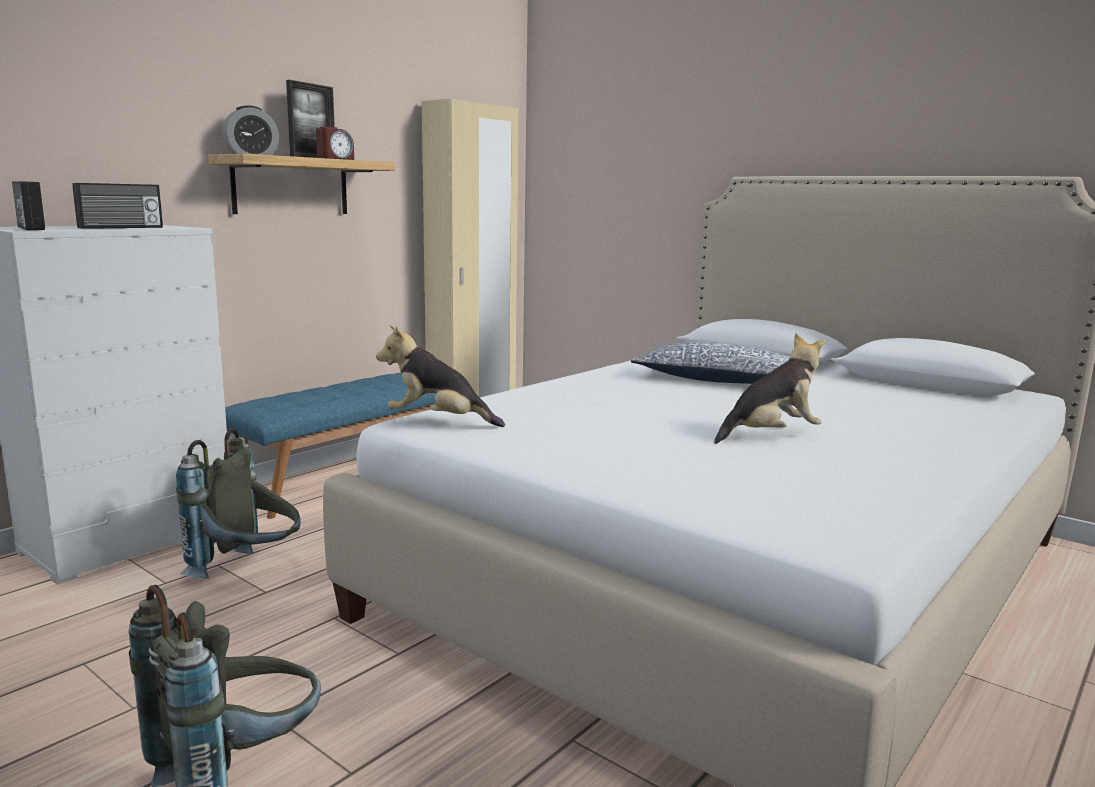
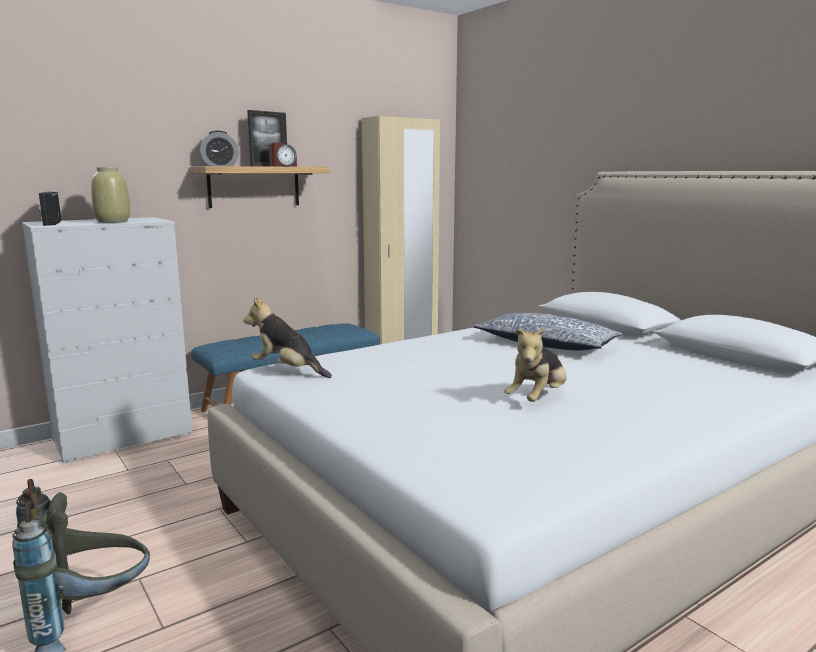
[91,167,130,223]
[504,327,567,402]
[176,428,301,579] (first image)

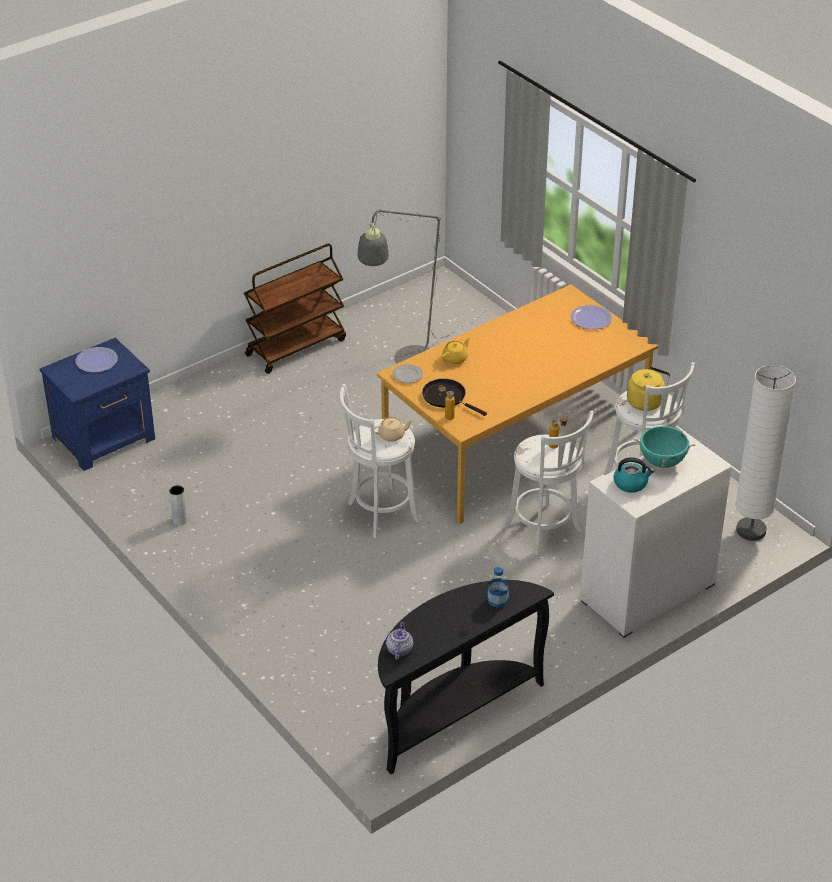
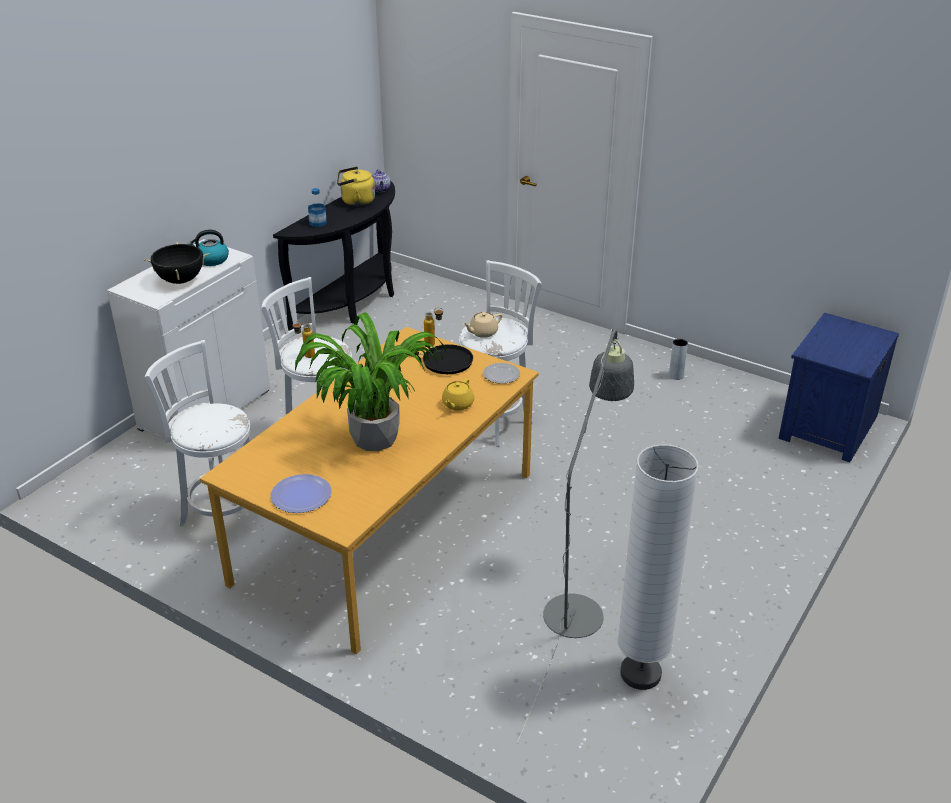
[244,243,346,374] (first image)
[75,347,118,373] (first image)
[618,444,699,690]
[337,166,375,206]
[144,242,209,284]
[295,312,446,451]

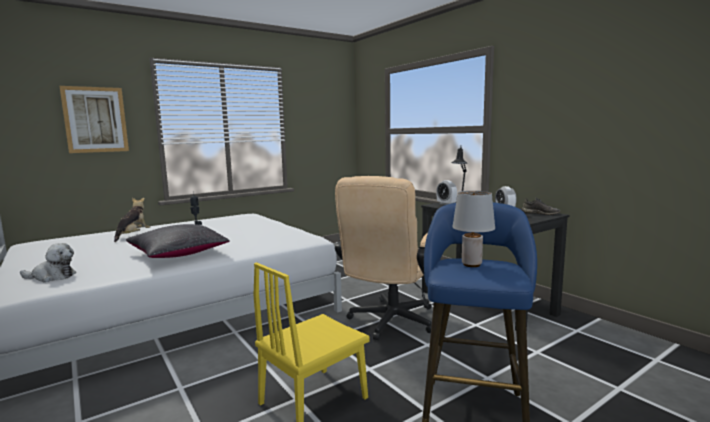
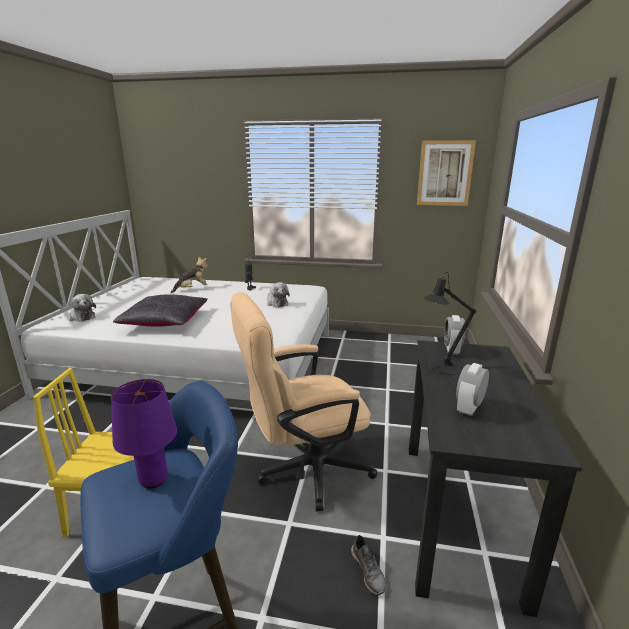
[417,140,476,206]
[111,379,177,489]
[351,535,386,595]
[267,282,290,307]

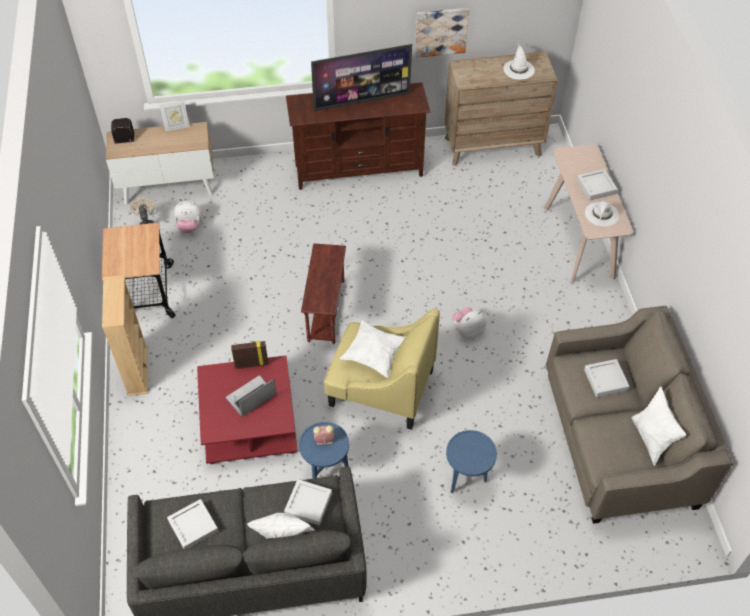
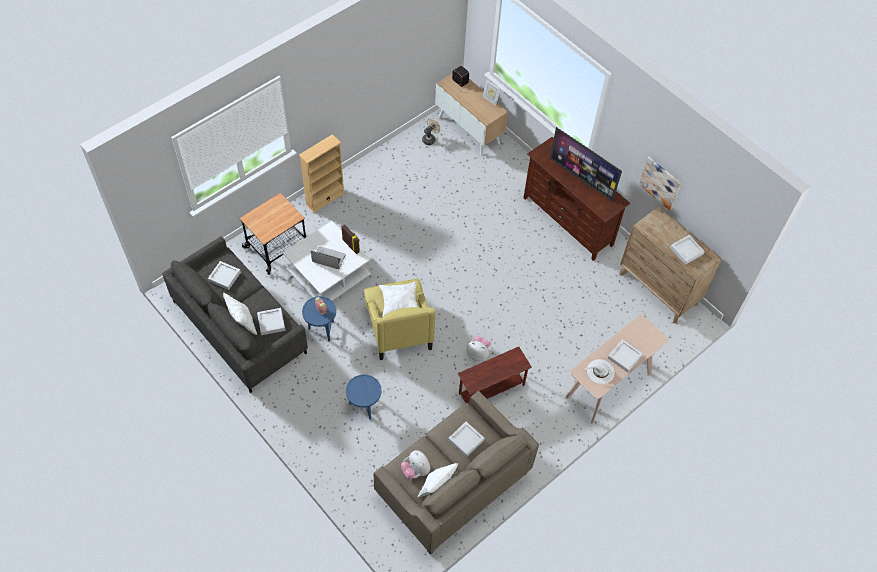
[670,235,705,265]
[401,450,430,479]
[239,193,306,275]
[458,347,532,404]
[283,221,371,301]

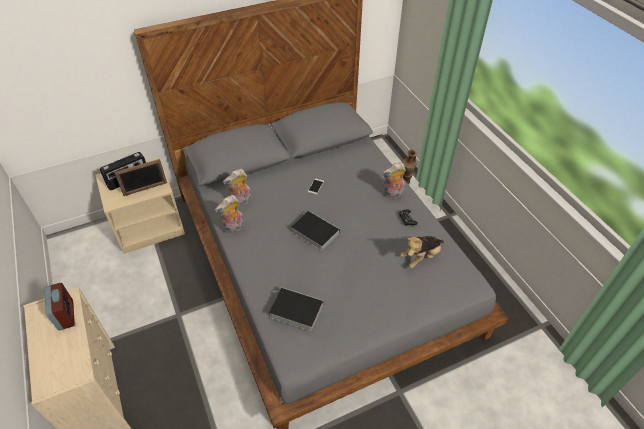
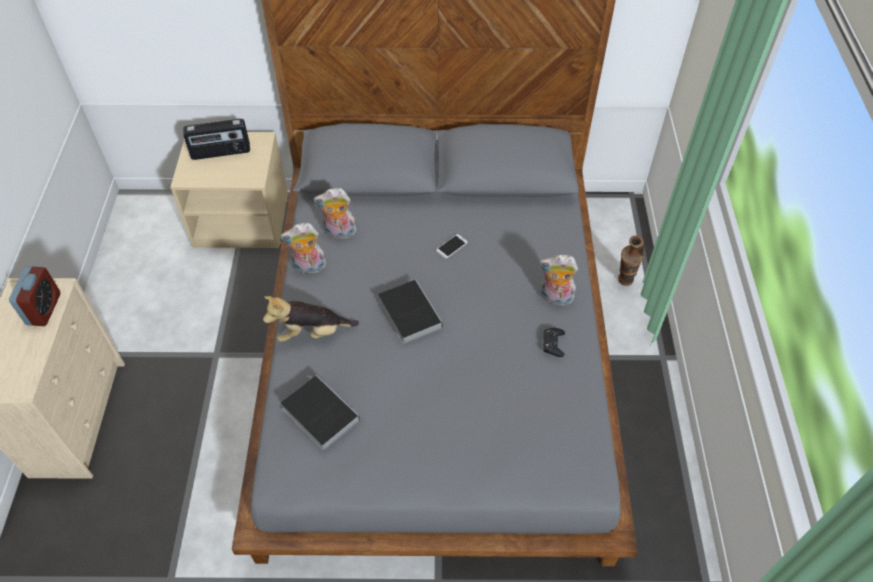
[114,159,167,196] (first image)
[263,296,359,342]

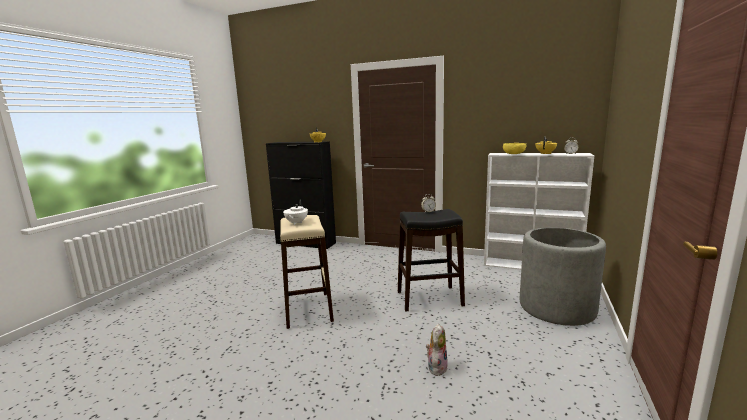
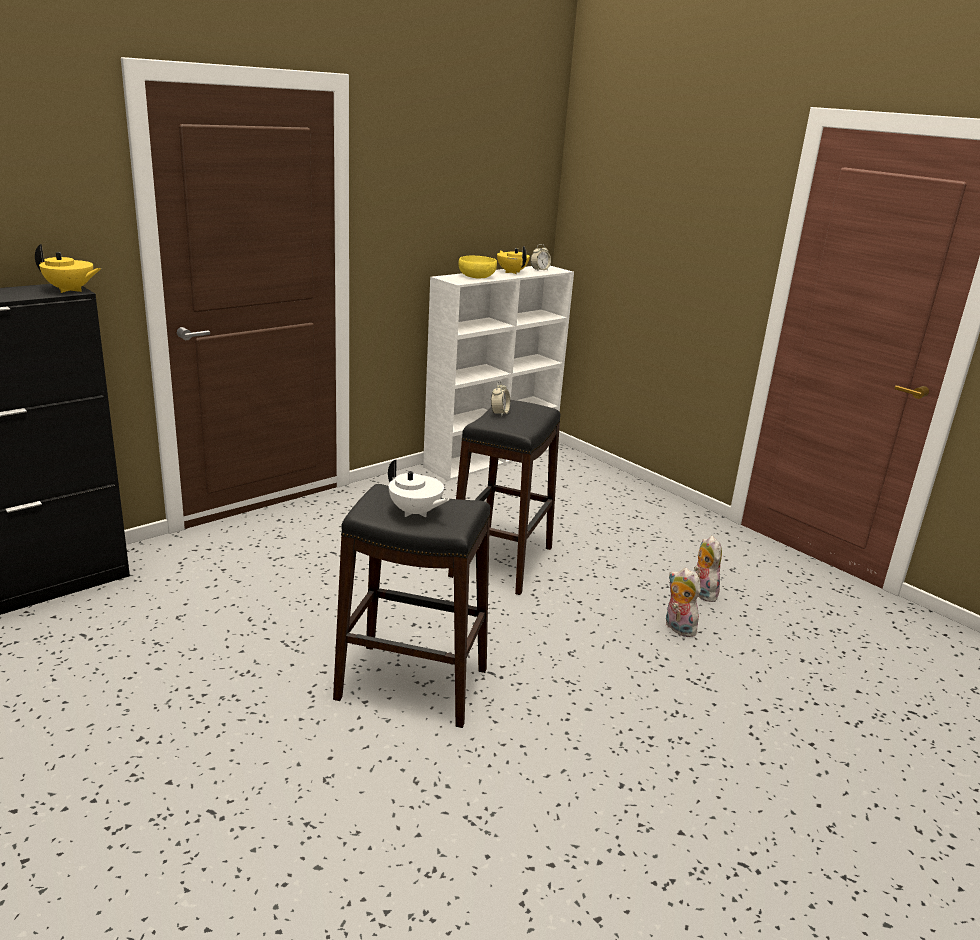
[333,484,490,728]
[520,227,606,326] (first image)
[694,536,722,602]

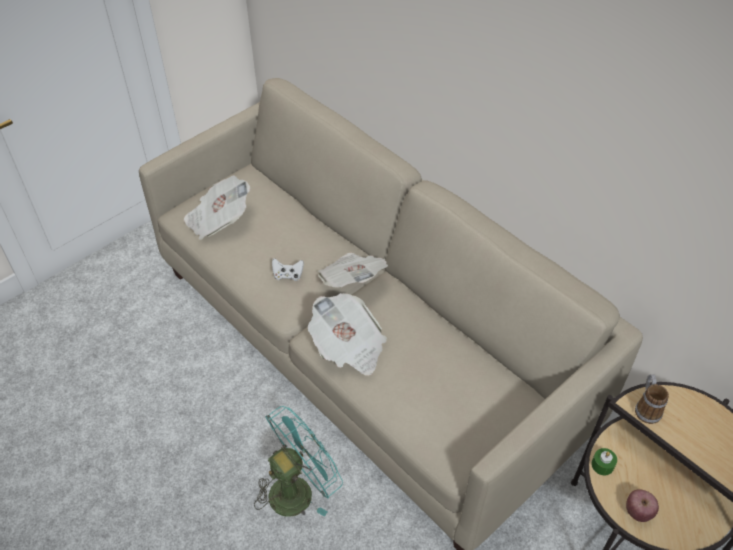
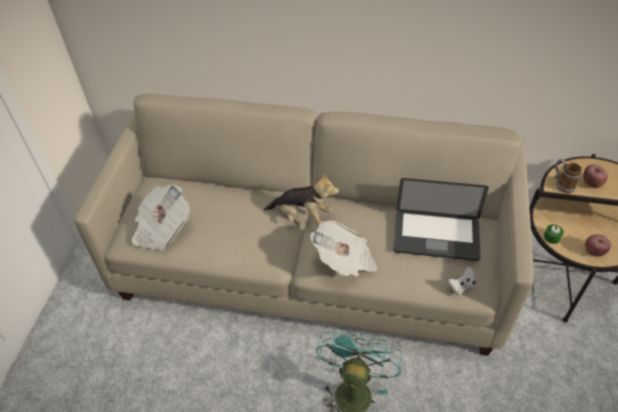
[264,172,339,225]
[447,267,476,295]
[583,165,608,188]
[394,178,489,261]

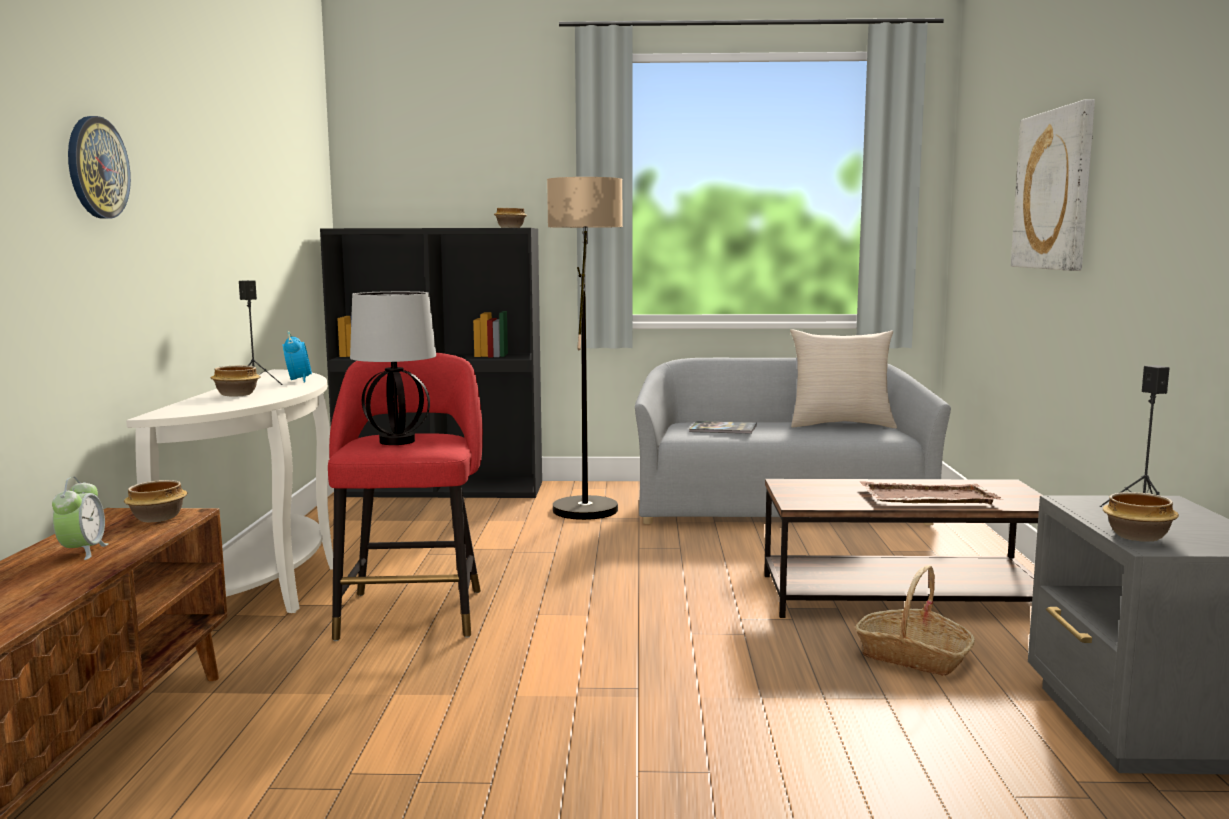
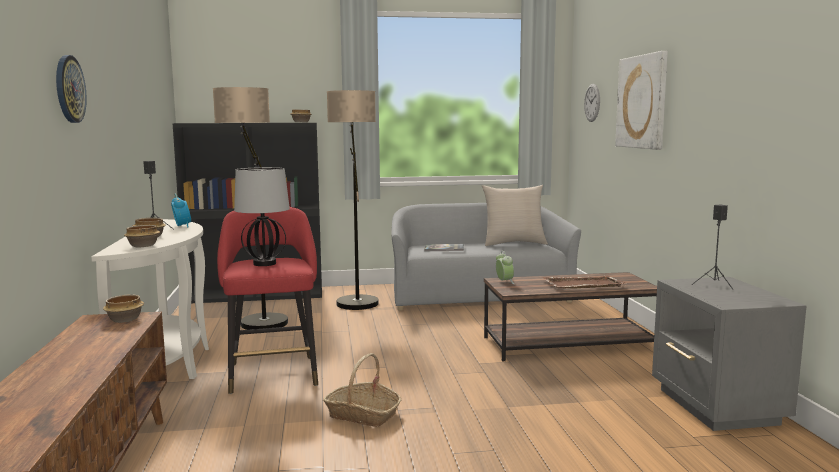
[496,251,514,284]
[124,225,160,247]
[323,353,401,427]
[584,84,600,122]
[213,87,288,330]

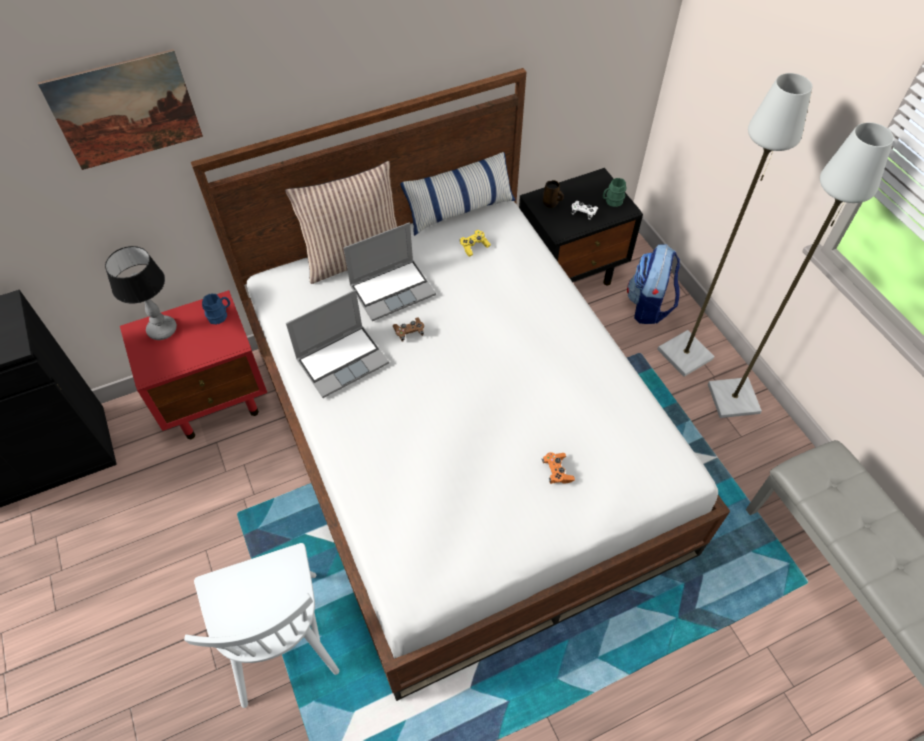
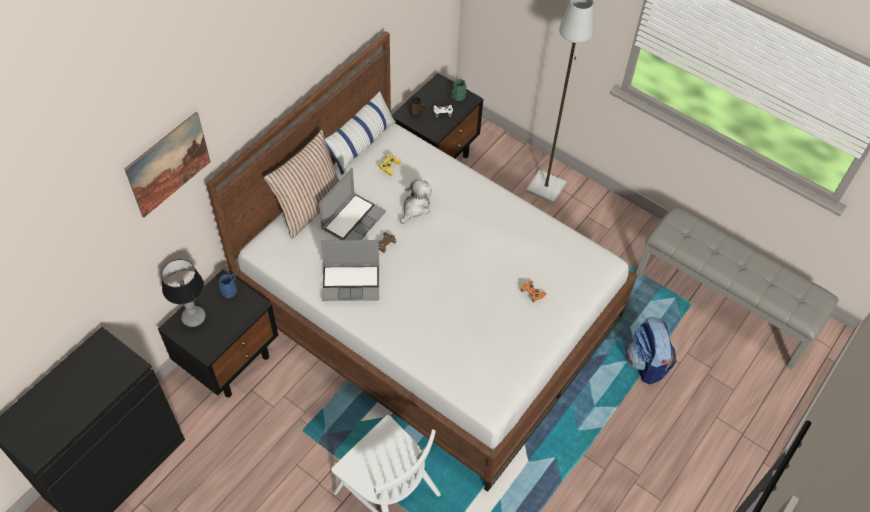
[708,122,894,418] (first image)
[627,317,676,384]
[158,269,278,397]
[320,240,379,301]
[400,179,432,224]

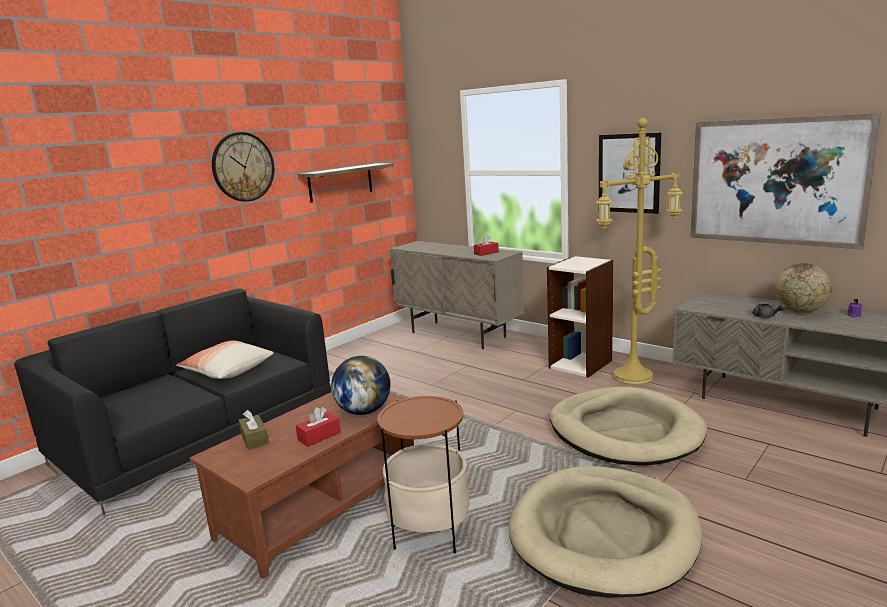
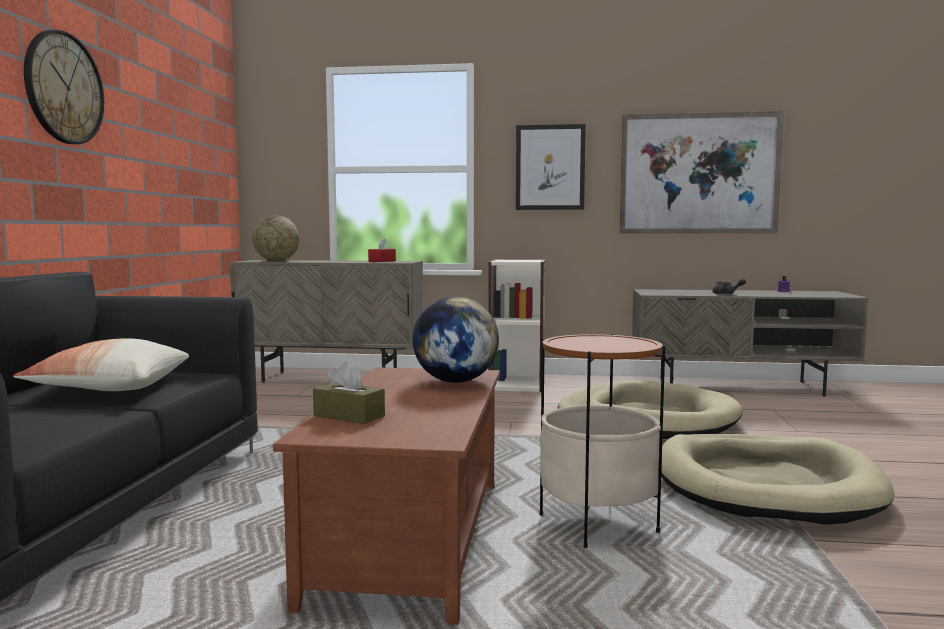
[596,118,683,385] (first image)
[298,163,394,202] (first image)
[252,215,300,261]
[296,407,341,447] (first image)

